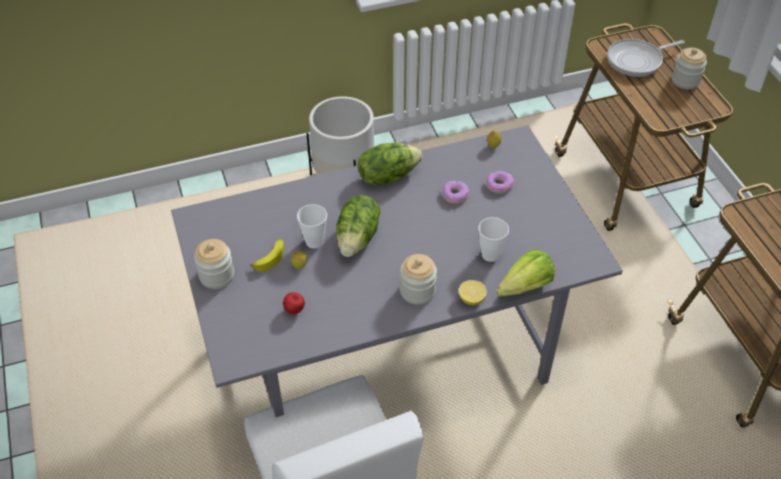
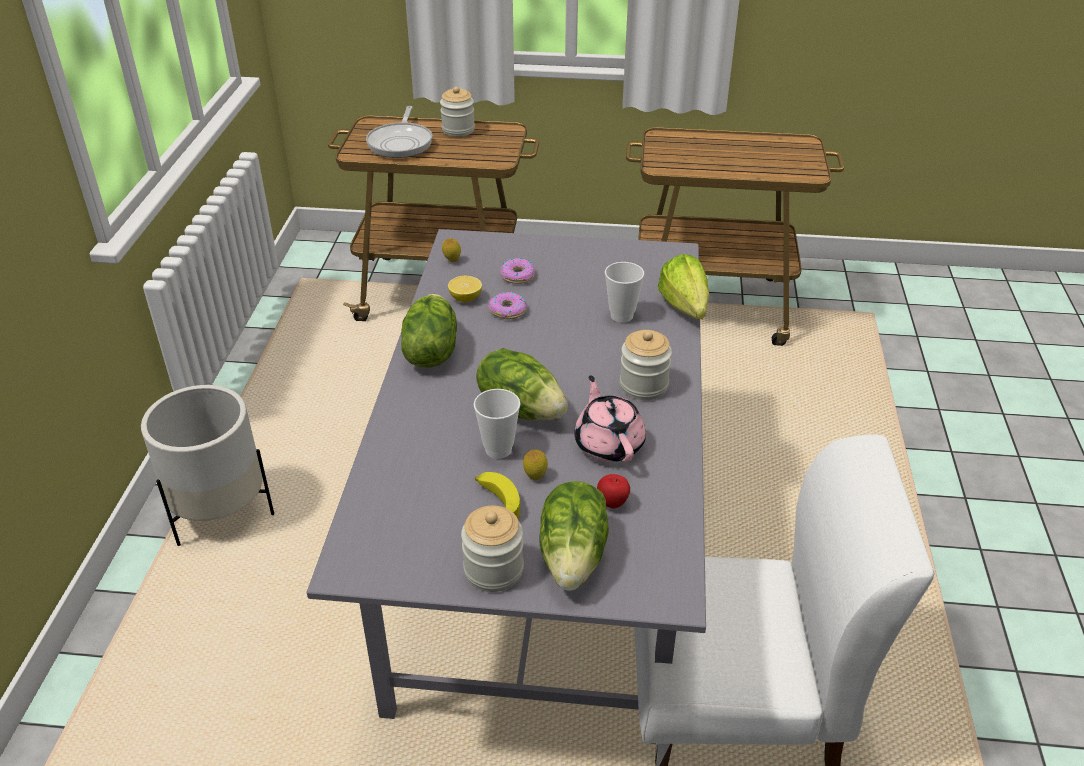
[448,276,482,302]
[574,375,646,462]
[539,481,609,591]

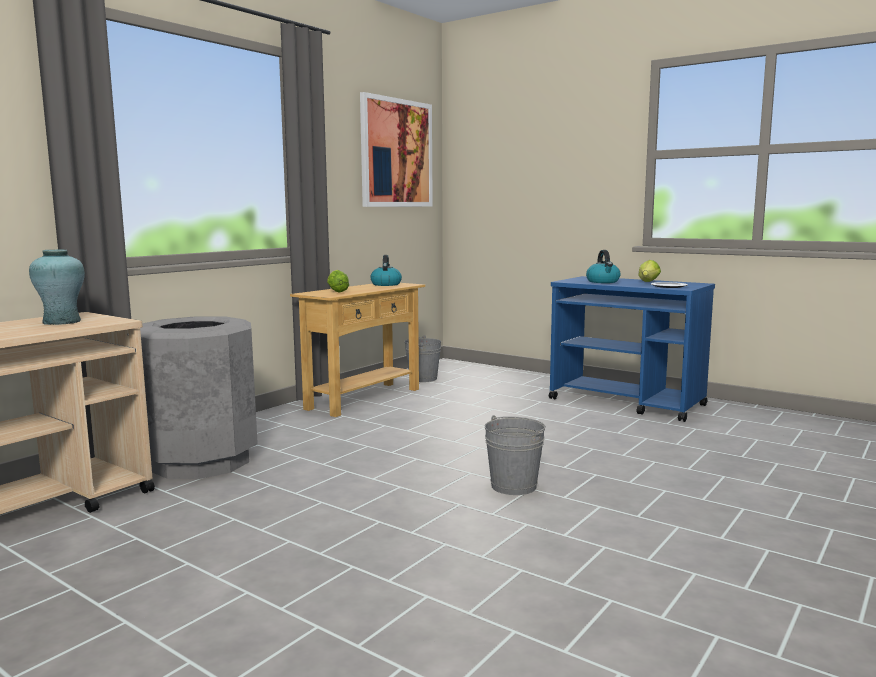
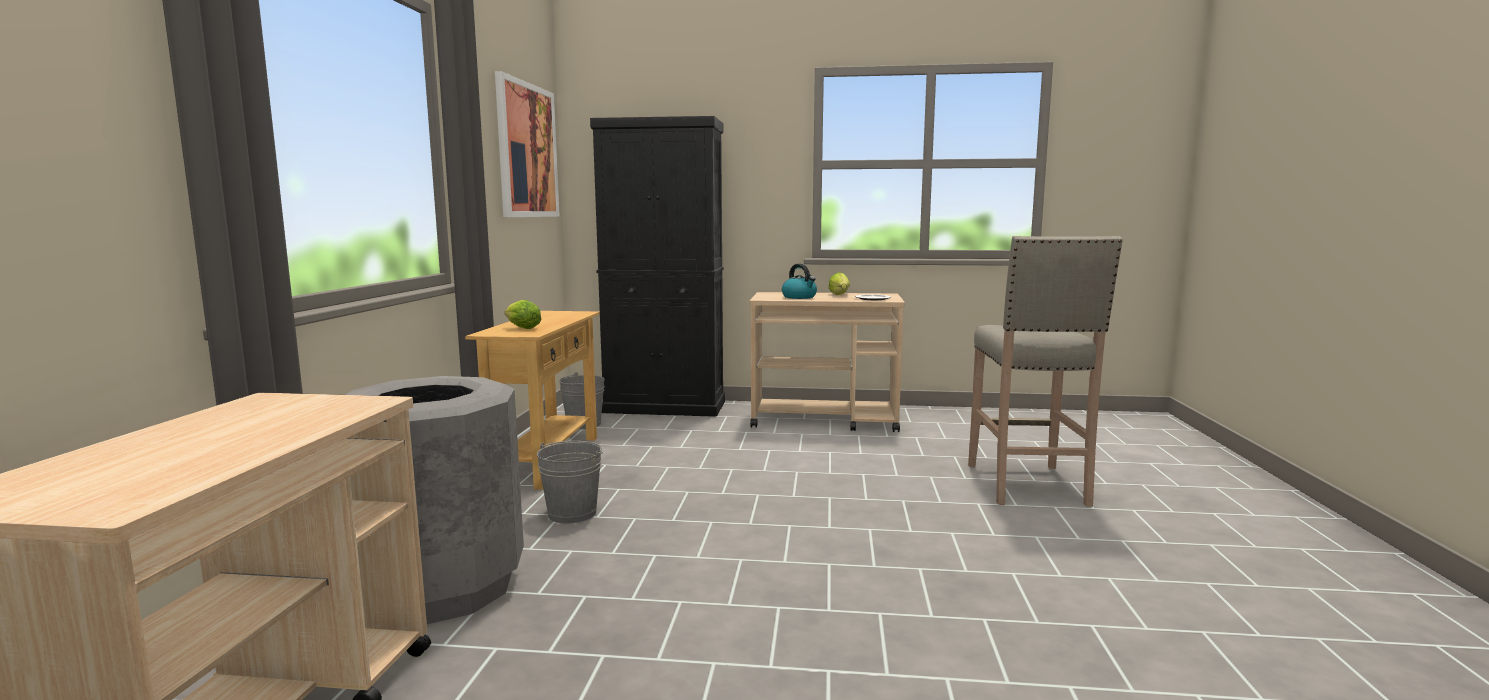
[29,250,85,325] (first image)
[370,255,402,286] (first image)
[750,292,905,432]
[537,441,603,523]
[590,116,725,417]
[968,236,1123,507]

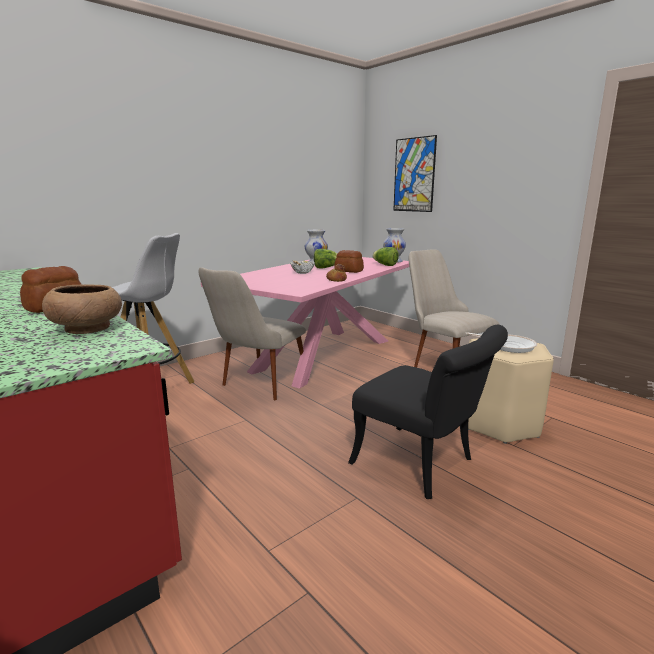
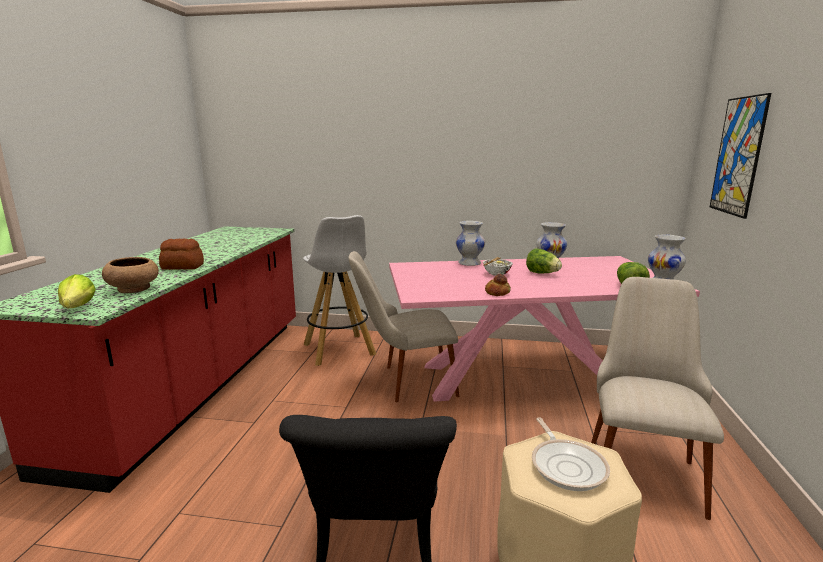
[334,250,364,273] (first image)
[456,221,485,266]
[58,274,96,308]

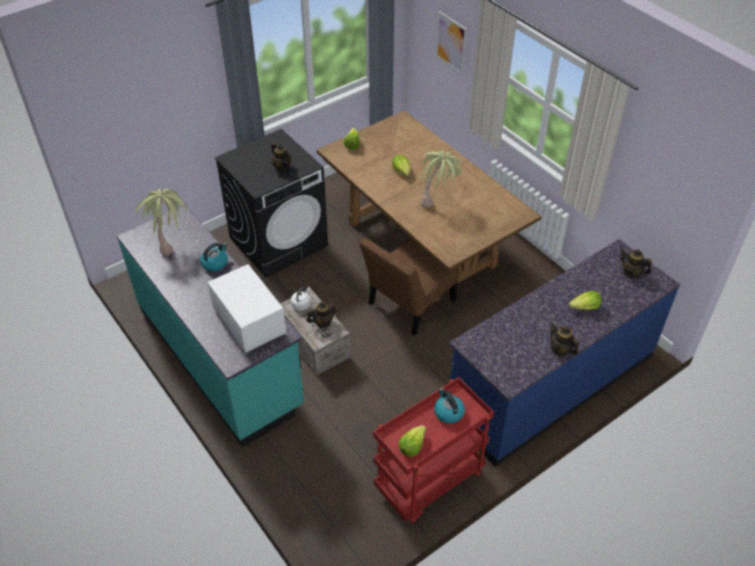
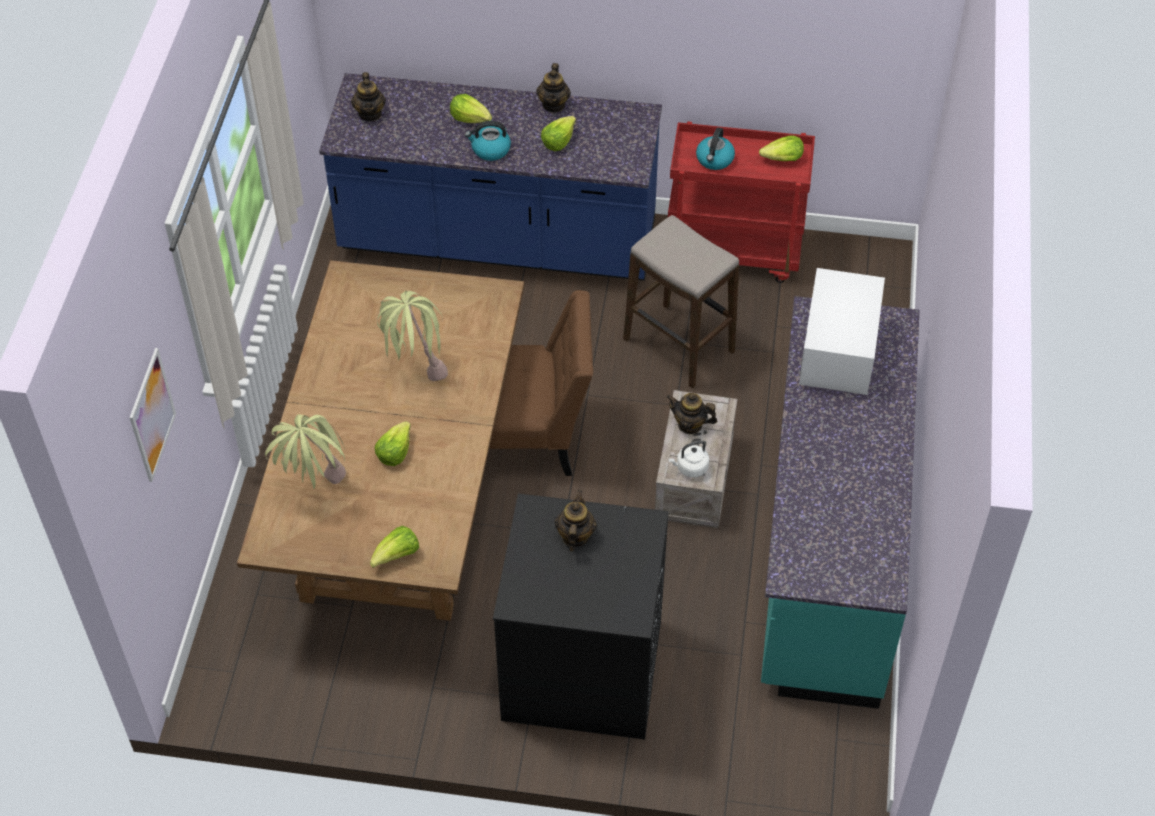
[265,414,346,489]
[465,121,511,161]
[541,116,576,151]
[623,215,739,388]

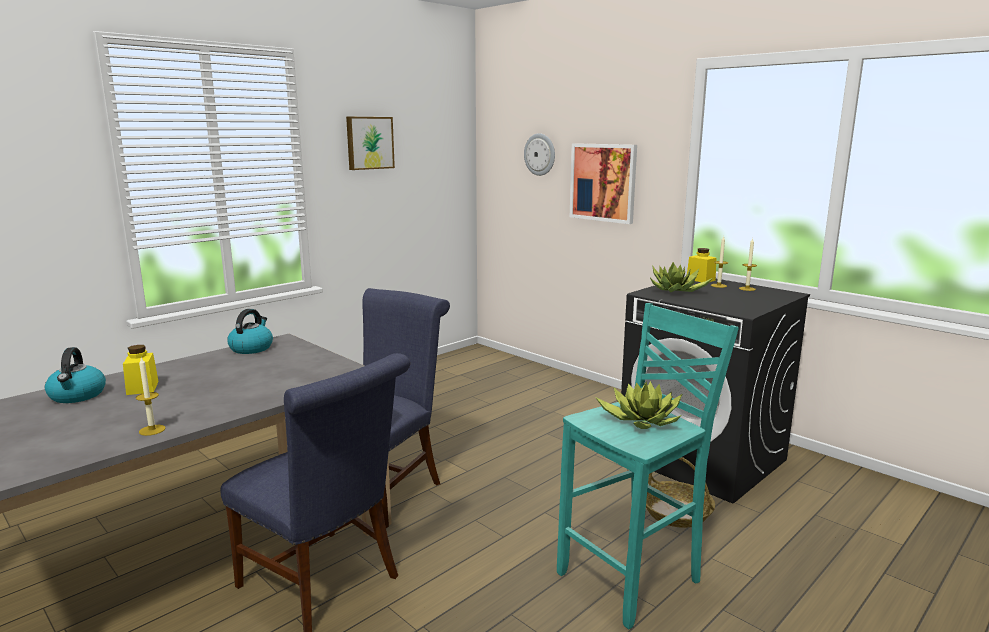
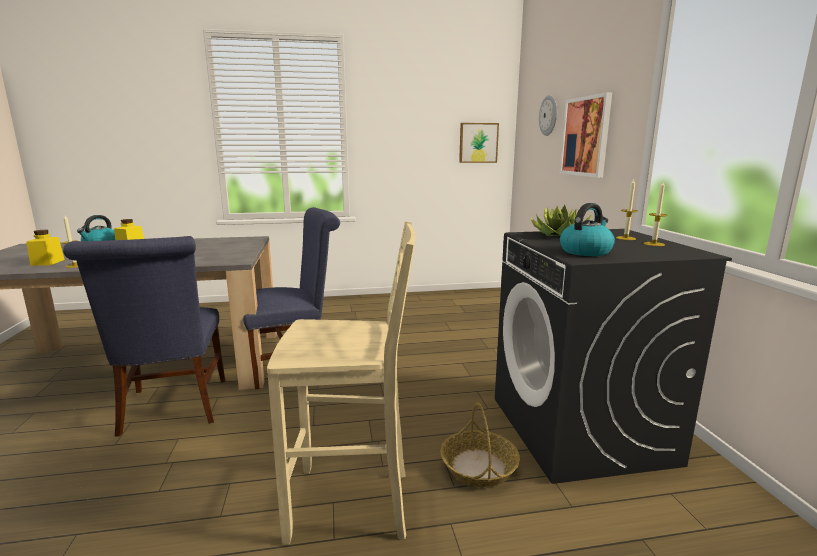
[459,123,499,163]
[26,230,65,266]
[267,221,416,545]
[560,203,615,256]
[595,381,682,429] (first image)

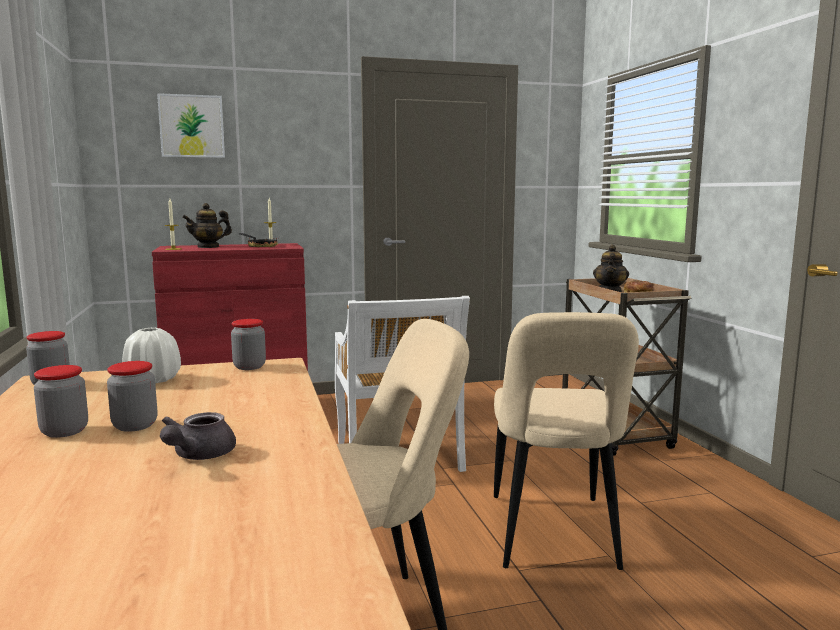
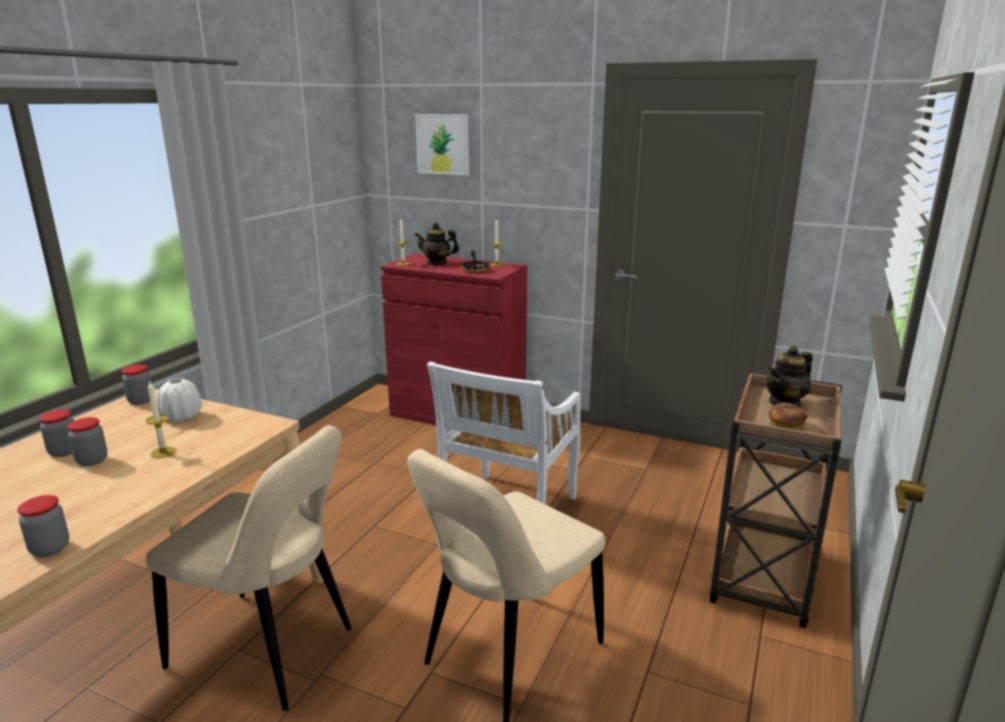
[17,495,69,557]
[160,412,236,460] (first image)
[145,380,176,458]

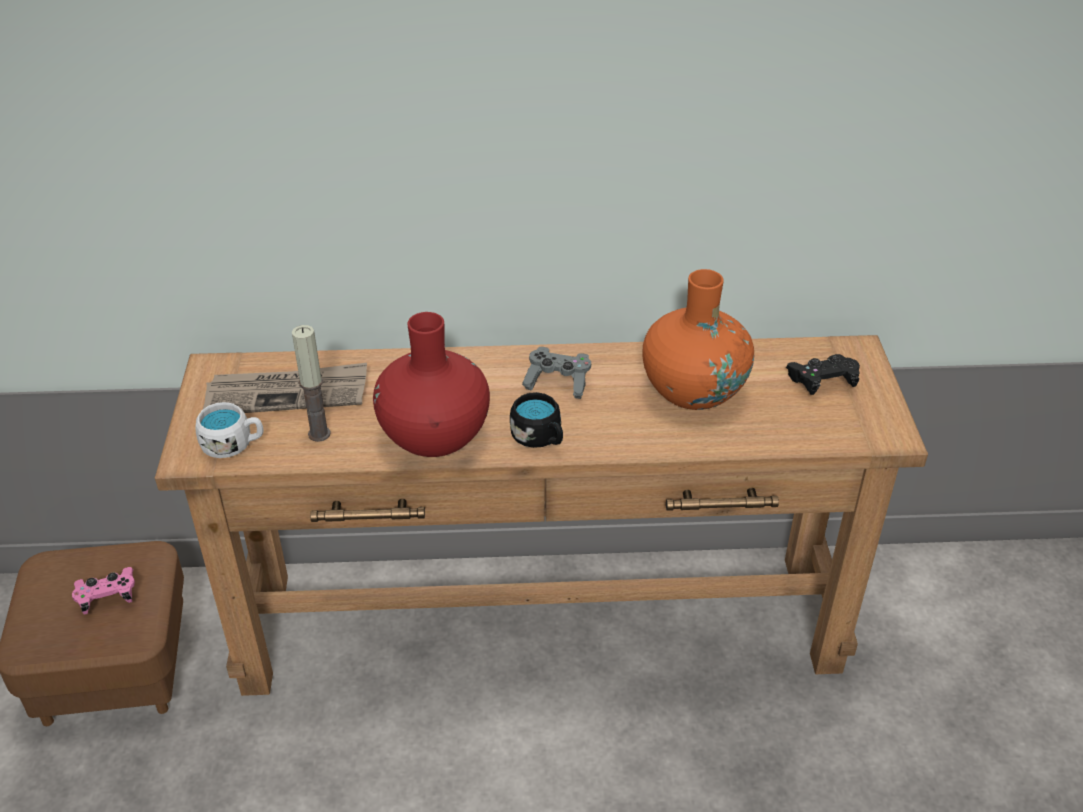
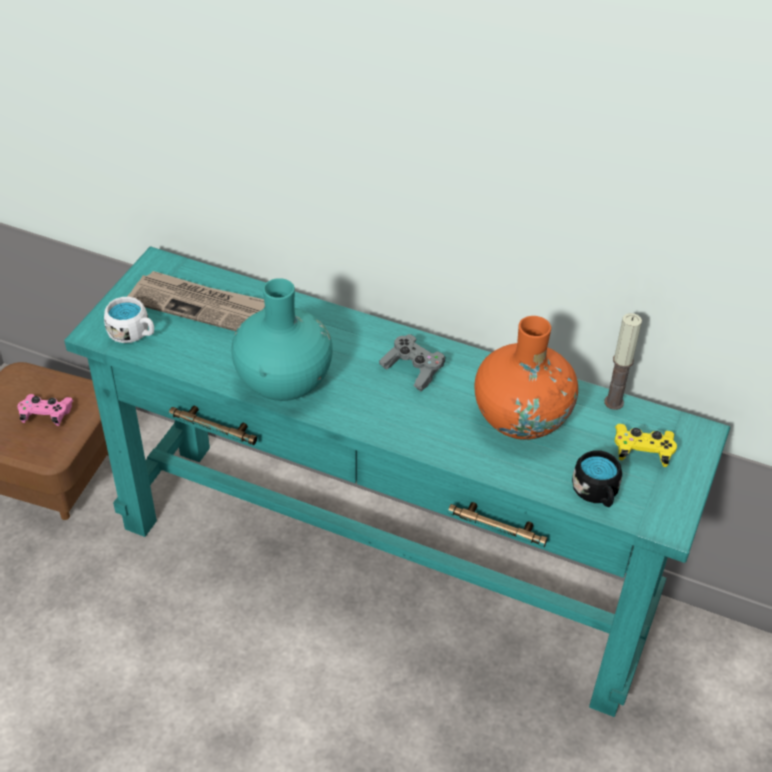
[231,278,333,401]
[604,313,642,410]
[64,247,730,717]
[615,424,677,467]
[572,450,622,507]

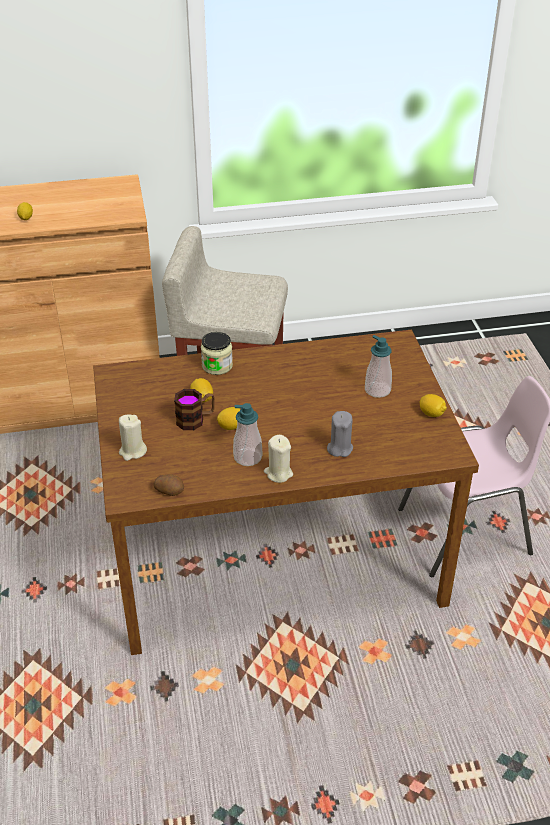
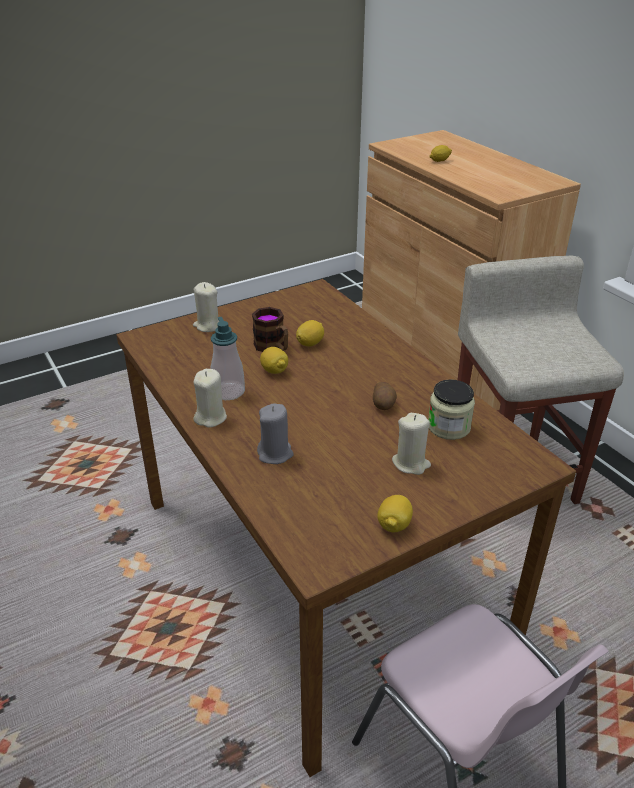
[428,379,475,440]
[392,413,431,475]
[373,382,397,410]

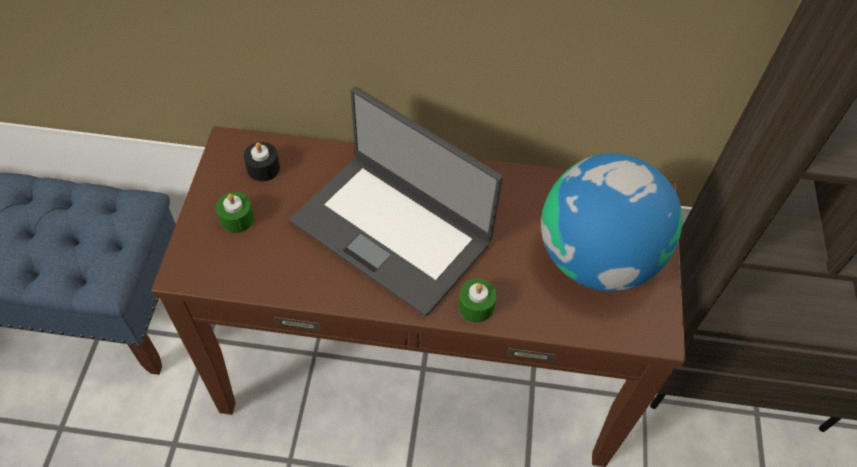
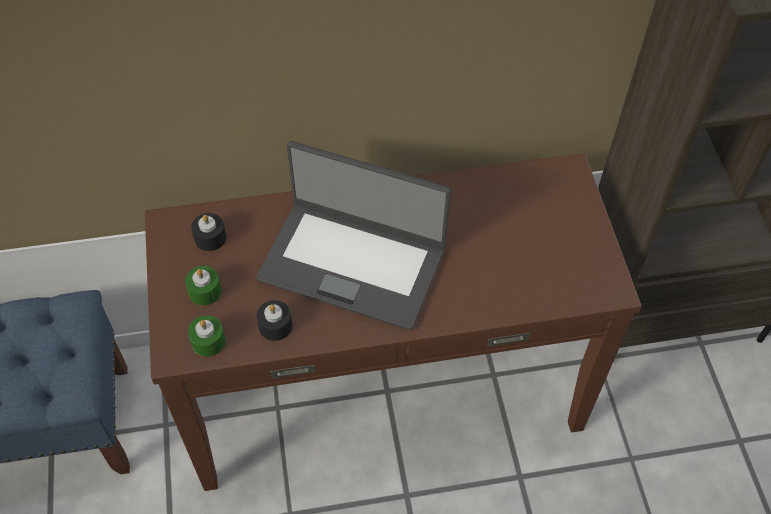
[541,153,682,292] (first image)
[188,315,226,357]
[256,300,292,341]

